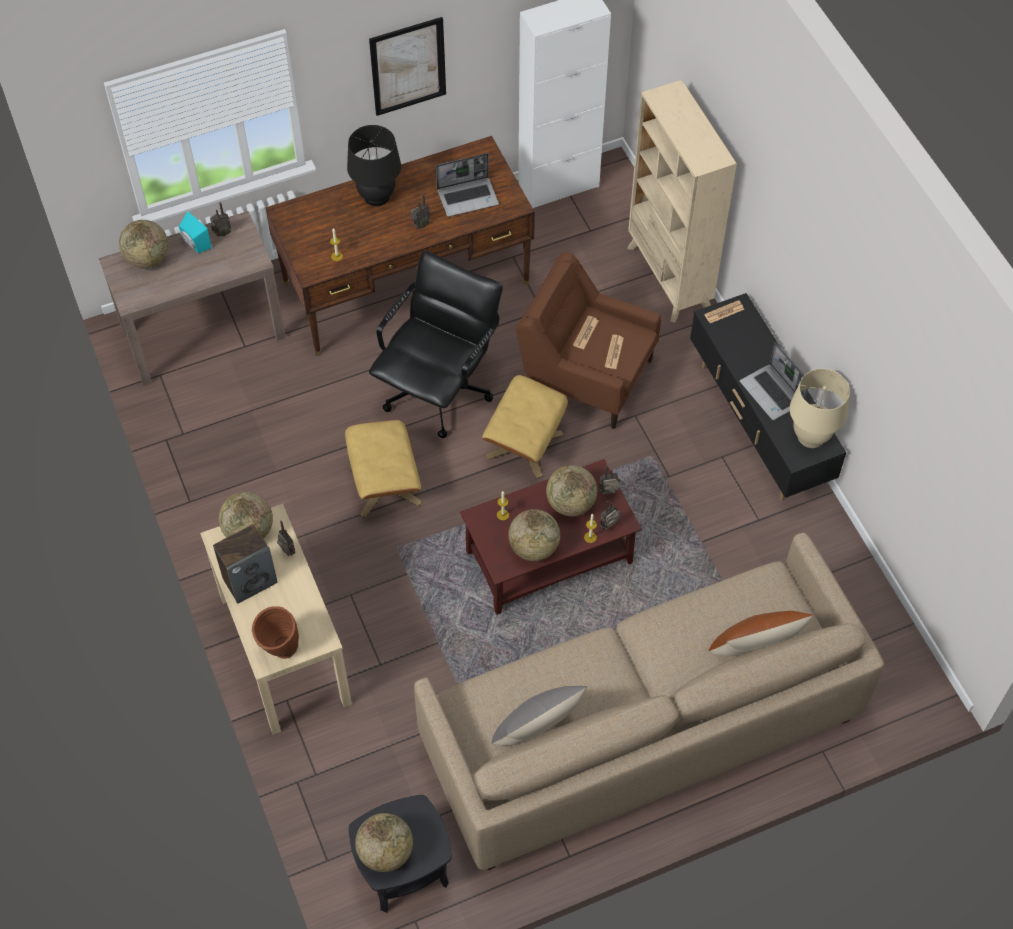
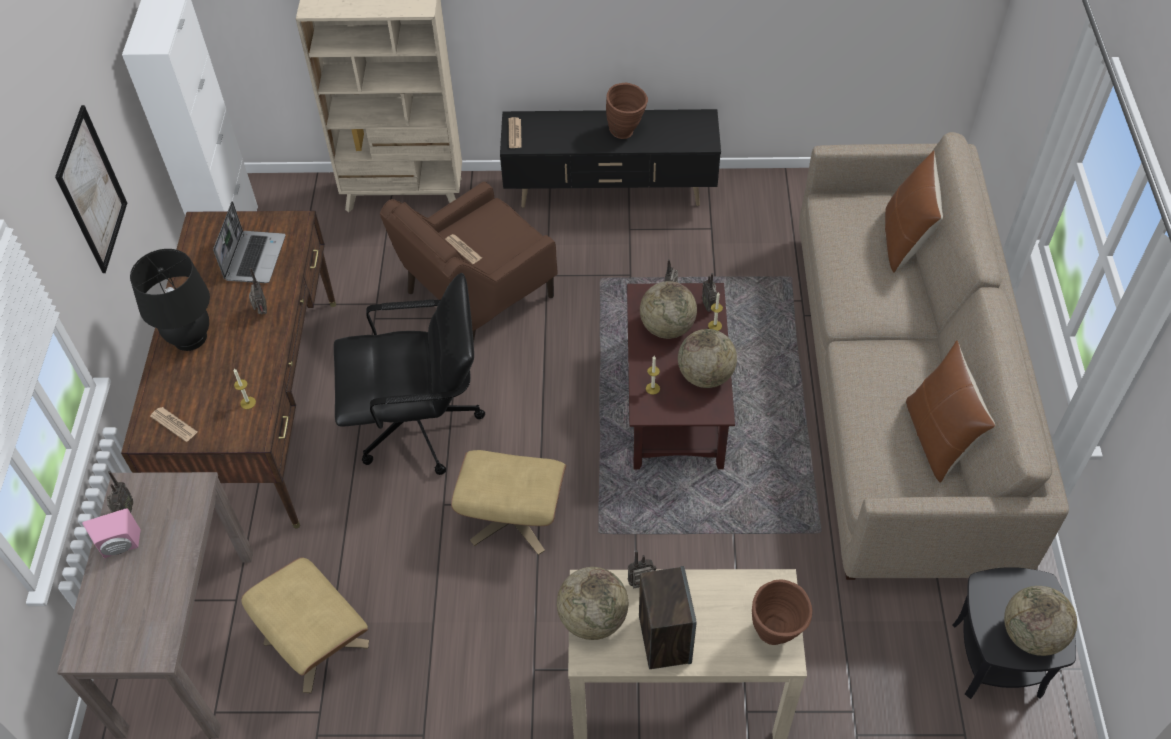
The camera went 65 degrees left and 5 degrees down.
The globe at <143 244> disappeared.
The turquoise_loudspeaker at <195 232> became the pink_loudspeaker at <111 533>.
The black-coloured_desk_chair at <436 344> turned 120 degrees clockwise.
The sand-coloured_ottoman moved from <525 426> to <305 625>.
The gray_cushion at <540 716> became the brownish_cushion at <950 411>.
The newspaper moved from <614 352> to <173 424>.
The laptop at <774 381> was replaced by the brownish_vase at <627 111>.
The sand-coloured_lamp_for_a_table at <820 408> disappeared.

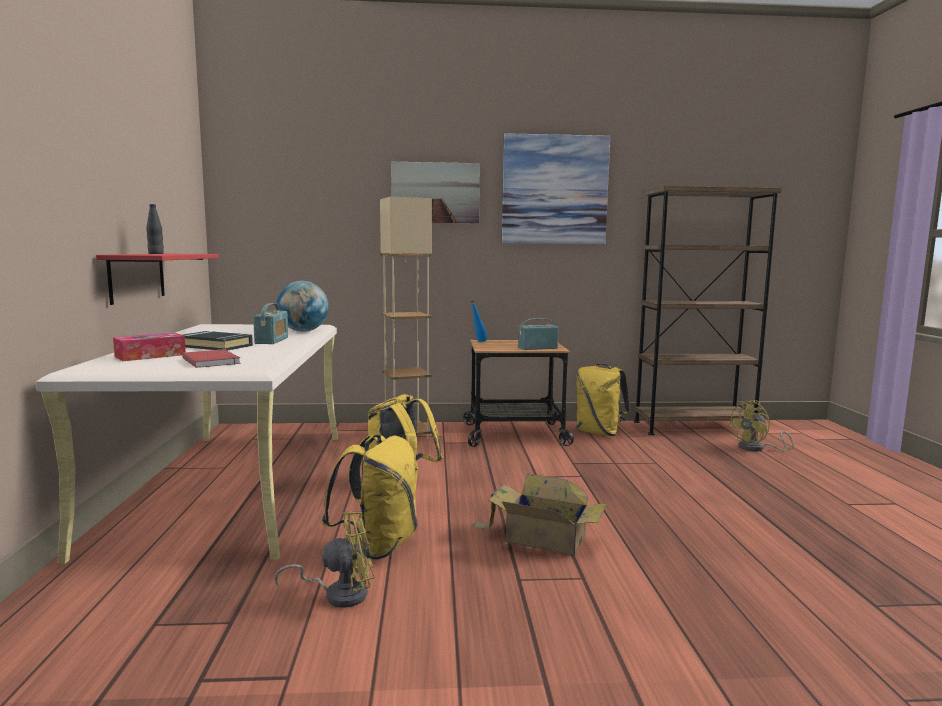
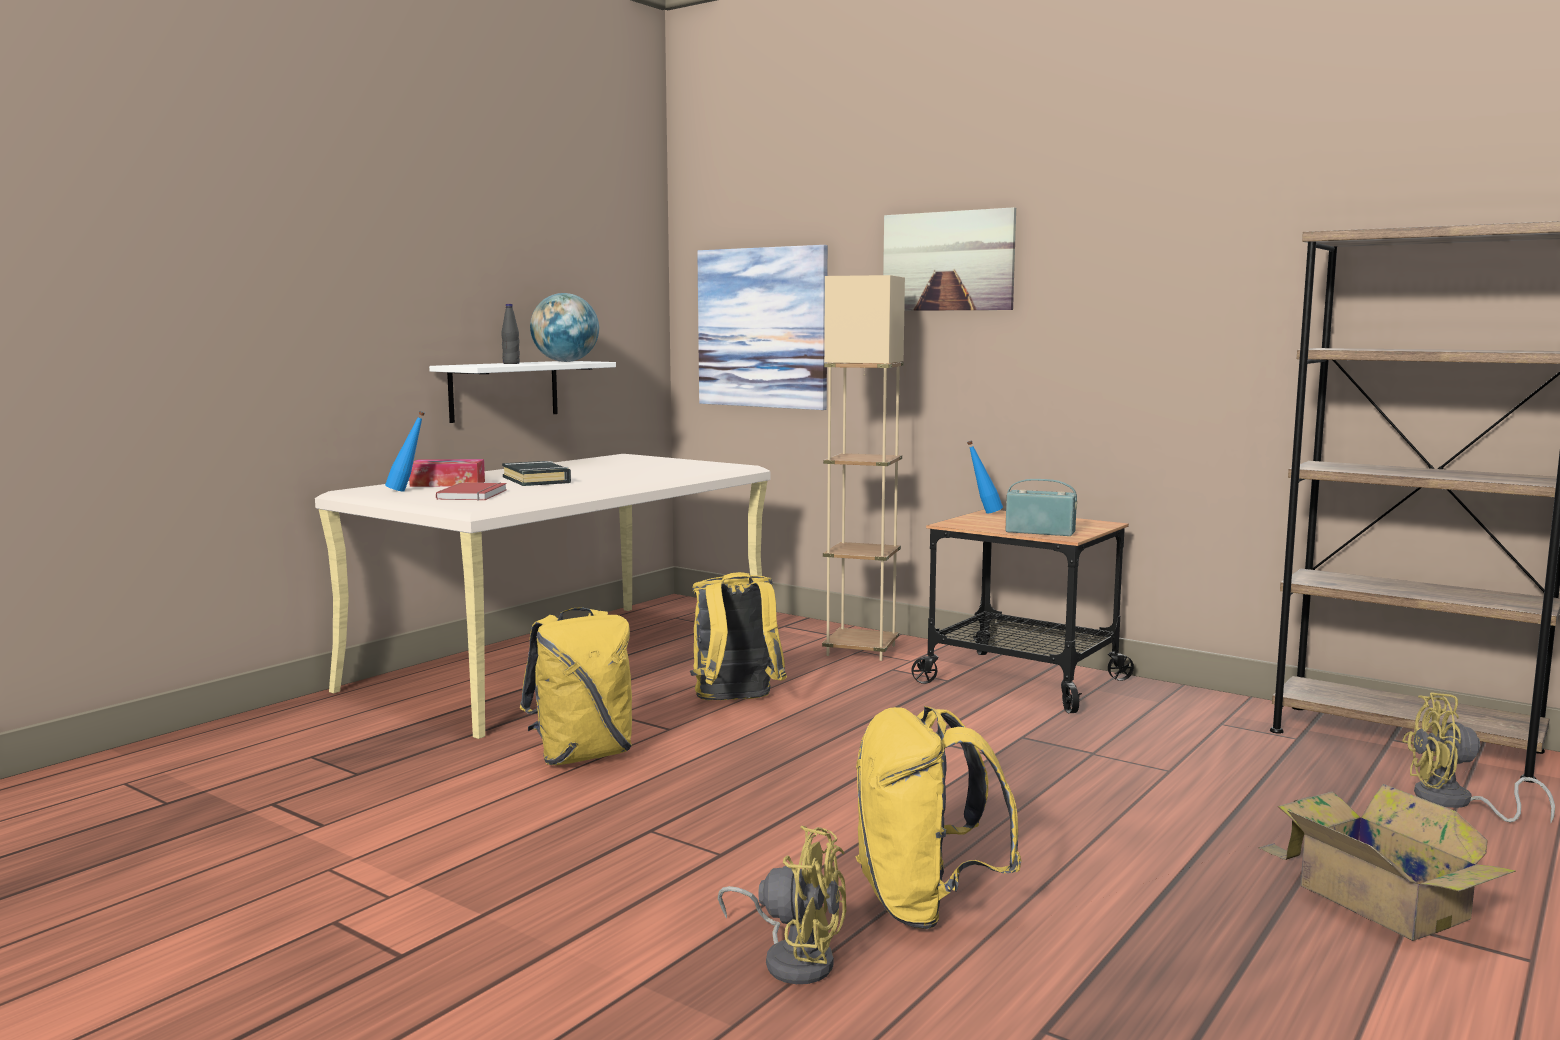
The camera went 40 degrees right and 0 degrees up.
The red_bracket_shelf at <157 279> became the white_bracket_shelf at <522 392>.
The radio_receiver at <270 323> disappeared.
The yellowish_electric_fan moved from <325 559> to <782 905>.
The globe moved from <302 306> to <564 327>.
The packing_box moved from <539 514> to <1387 862>.
The wall_art moved from <556 188> to <762 327>.
The yellowish_rucksack moved from <603 399> to <938 817>.
The blue-coloured_drink_bottle at <405 451> appeared.

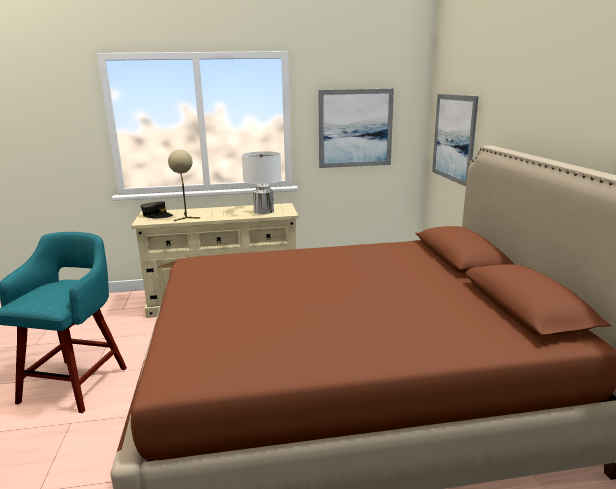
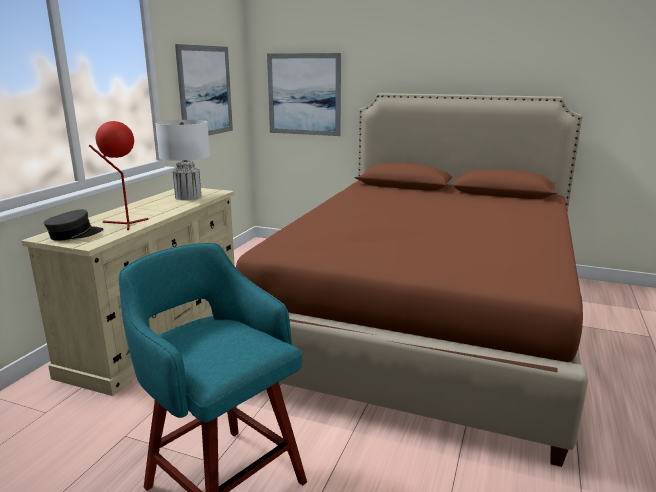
The camera went 60 degrees left and 0 degrees up.
The sand-coloured_lamp_for_a_table at <184 185> became the red_lamp_for_a_table at <118 175>.

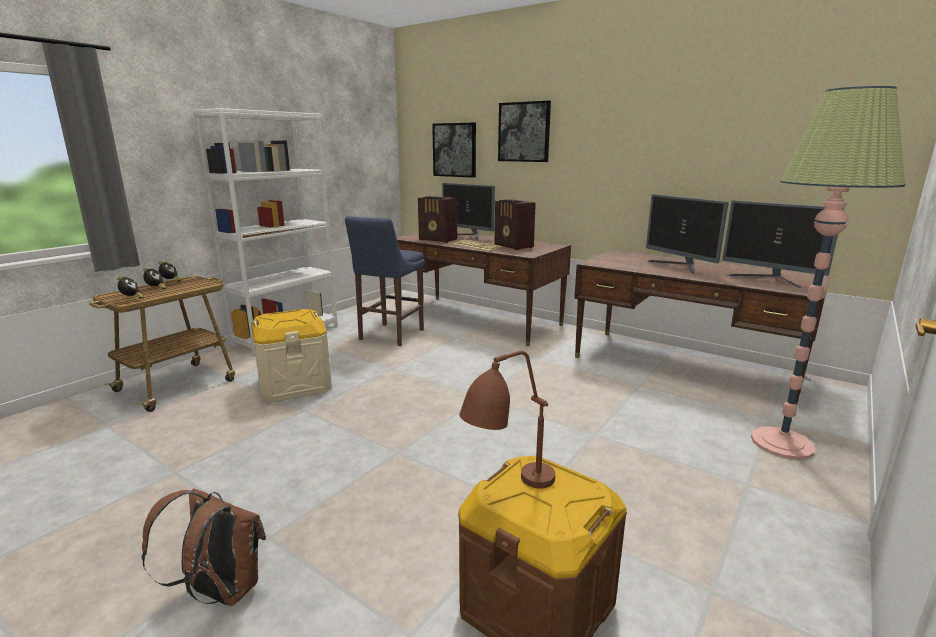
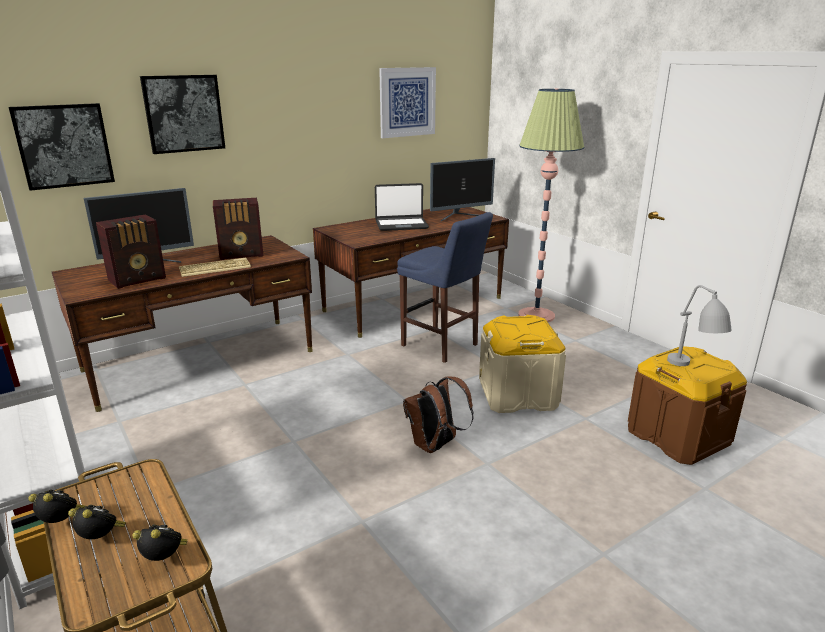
The camera went 70 degrees left and 5 degrees up.
The brownish_rucksack moved from <203 547> to <438 414>.
The sand-coloured_storage_box moved from <291 356> to <522 364>.
The blue-coloured_stool_seat moved from <385 281> to <445 287>.
The brownish_lamp_for_a_table at <507 420> became the gray_lamp_for_a_table at <699 325>.
The computer_screen at <687 234> was replaced by the laptop at <402 207>.
The wall_art at <407 102> appeared.

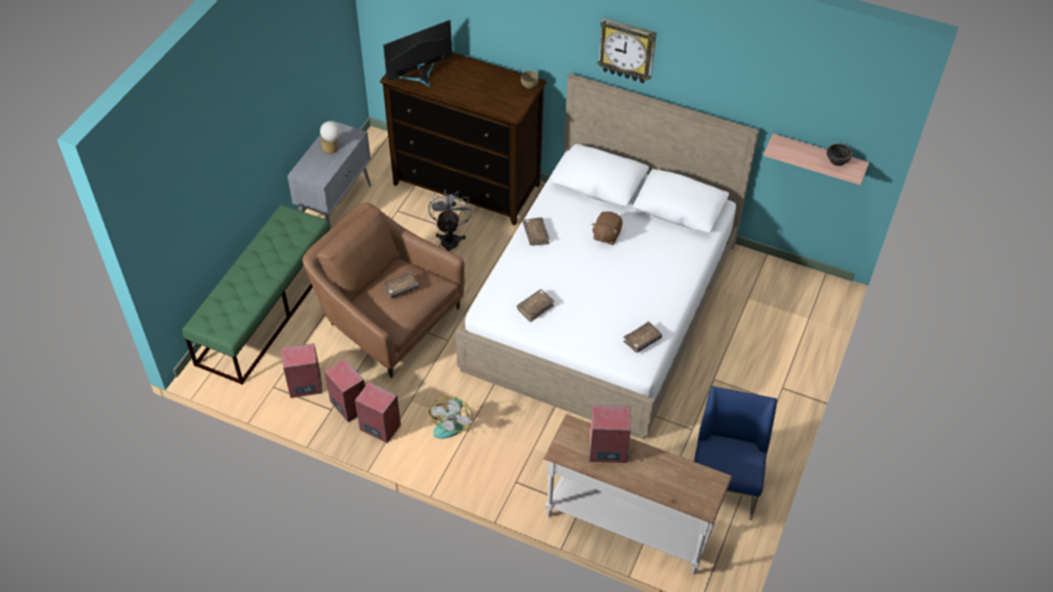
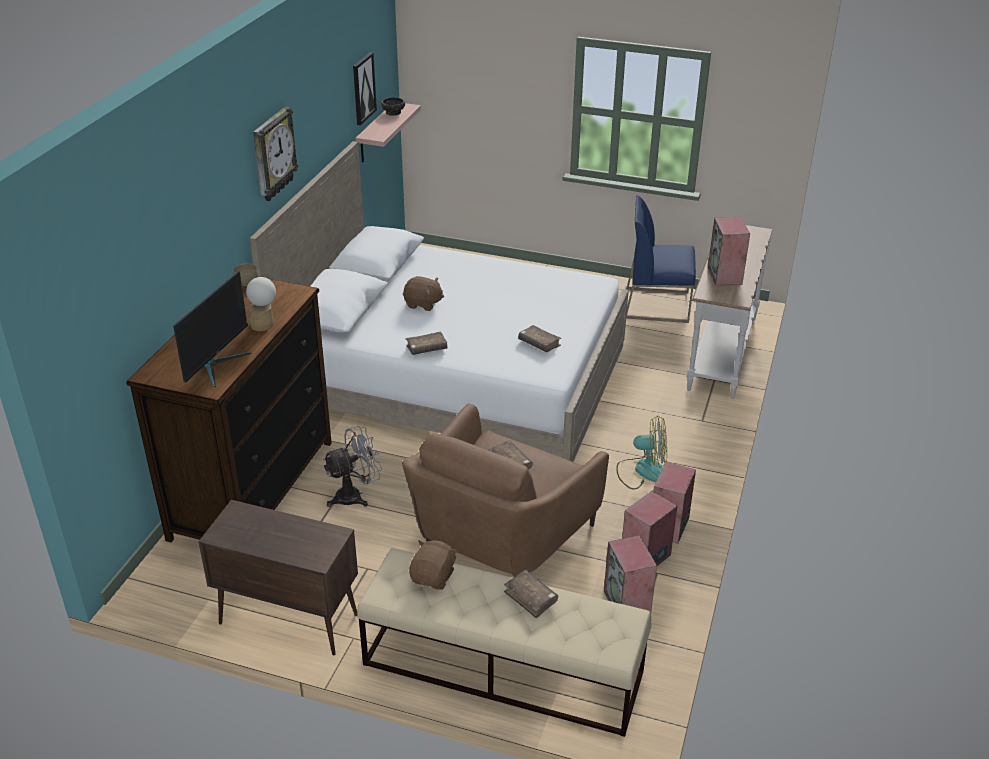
The camera went 95 degrees left and 15 degrees down.
The green_long_seat at <256 294> became the sand-coloured_long_seat at <504 642>.
The gray_cupboard at <329 175> became the brownish_cupboard at <278 577>.
The lamp_for_a_table moved from <330 137> to <261 304>.
The computer_screen at <417 53> turned 120 degrees counterclockwise.
The gray_electric_fan at <450 220> turned 150 degrees clockwise.
The brownish_bound_book moved from <642 337> to <531 594>.
The wall_art at <365 88> appeared.
The brownish_cuddly_toy at <433 565> appeared.

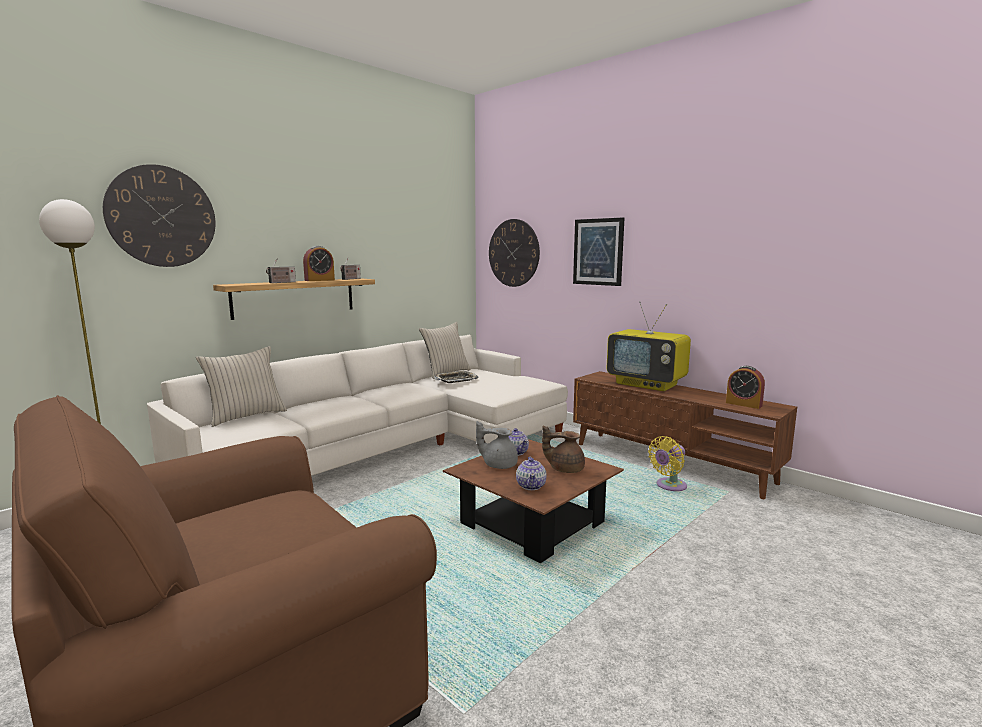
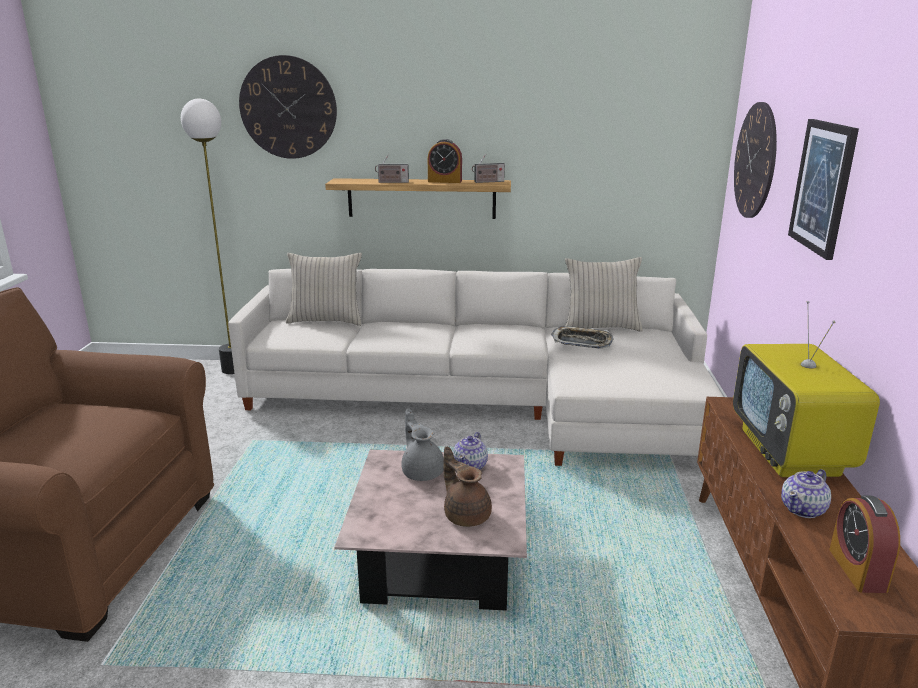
The camera went 50 degrees right and 10 degrees up.
The brownish_low_table at <533 501> became the pink_low_table at <430 530>.
The pot_for_tea moved from <531 473> to <806 493>.
The yellowish_electric_fan at <667 463> disappeared.

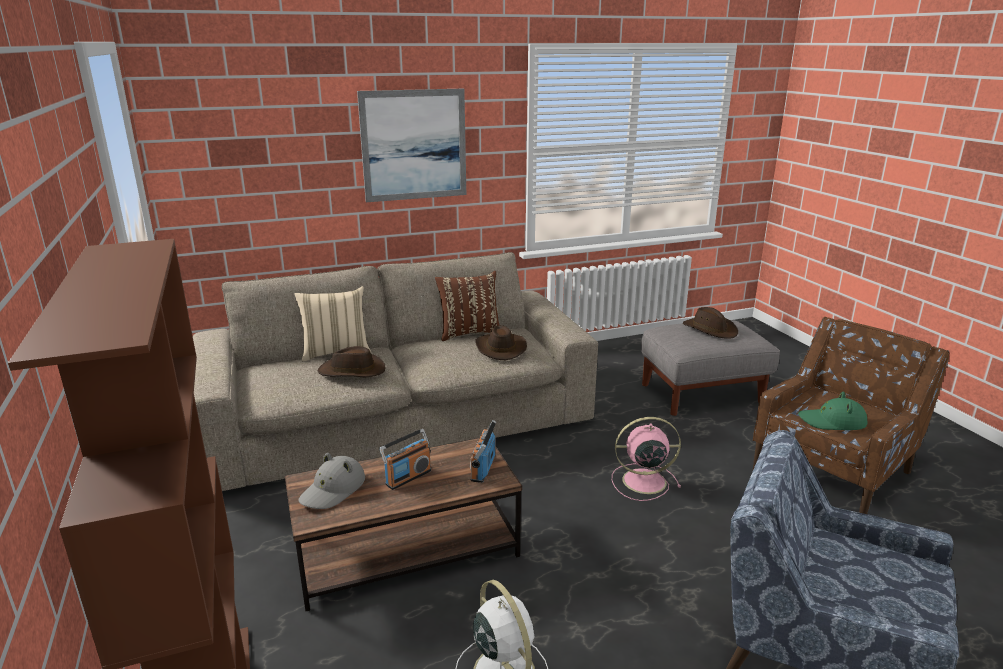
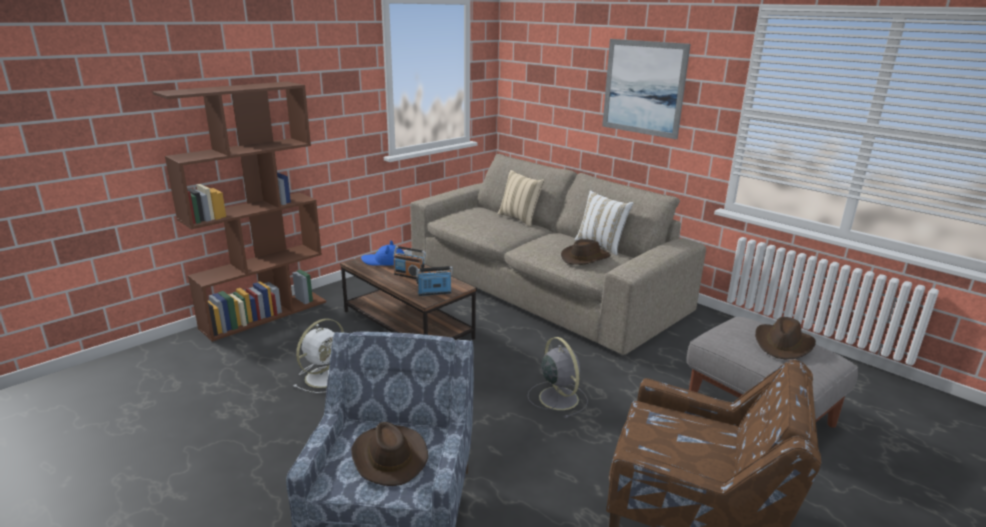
The camera went 65 degrees right and 0 degrees up.
The gray_hat at <332 481> became the blue-coloured_hat at <383 253>.
The brownish_hat moved from <351 361> to <389 454>.
The brownish_cushion at <467 306> became the white_cushion at <604 222>.
The pink_electric_fan at <646 459> became the gray_electric_fan at <558 377>.
The green_hat at <832 411> disappeared.

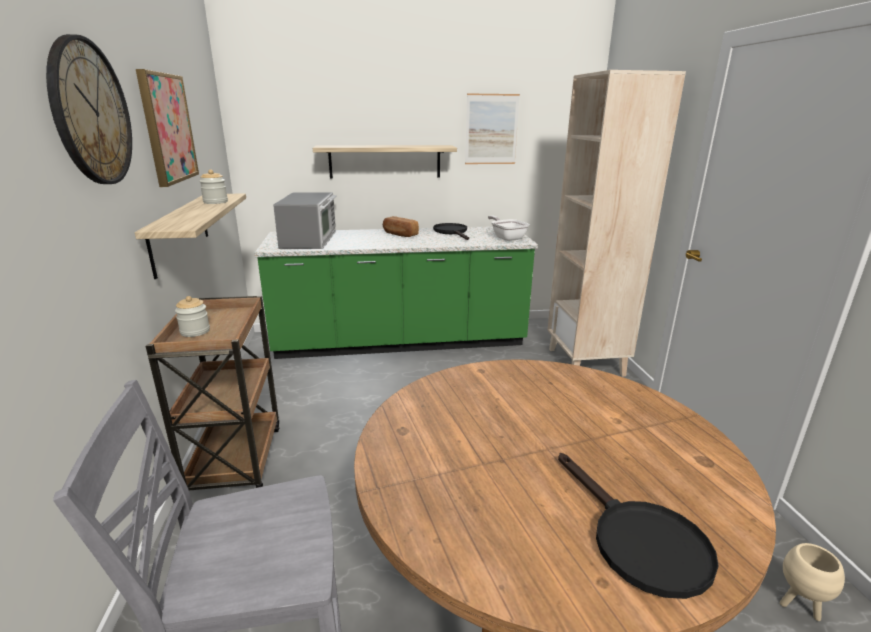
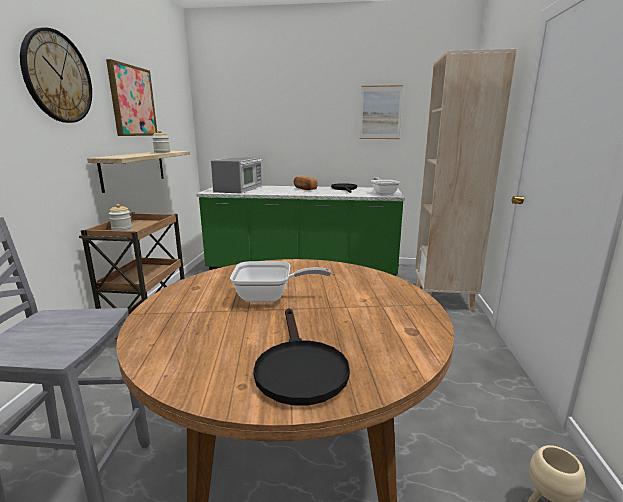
The camera went 15 degrees right and 5 degrees down.
The bracket_shelf at <385 162> disappeared.
The pan at <280 281> appeared.

